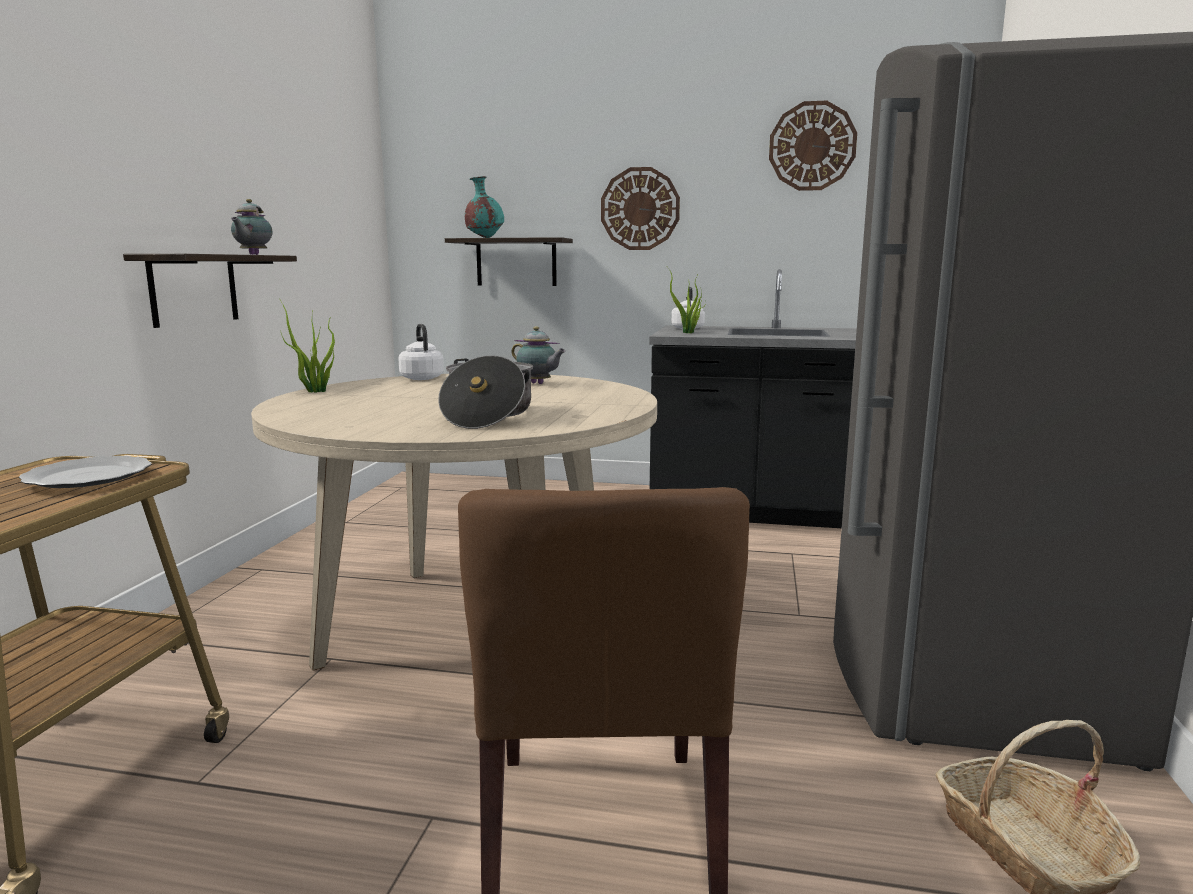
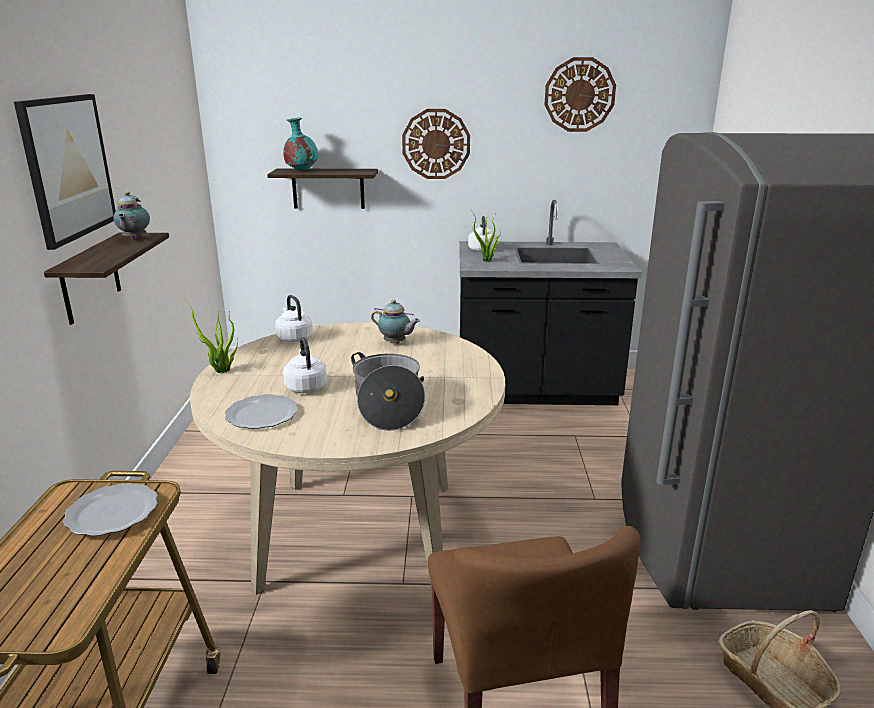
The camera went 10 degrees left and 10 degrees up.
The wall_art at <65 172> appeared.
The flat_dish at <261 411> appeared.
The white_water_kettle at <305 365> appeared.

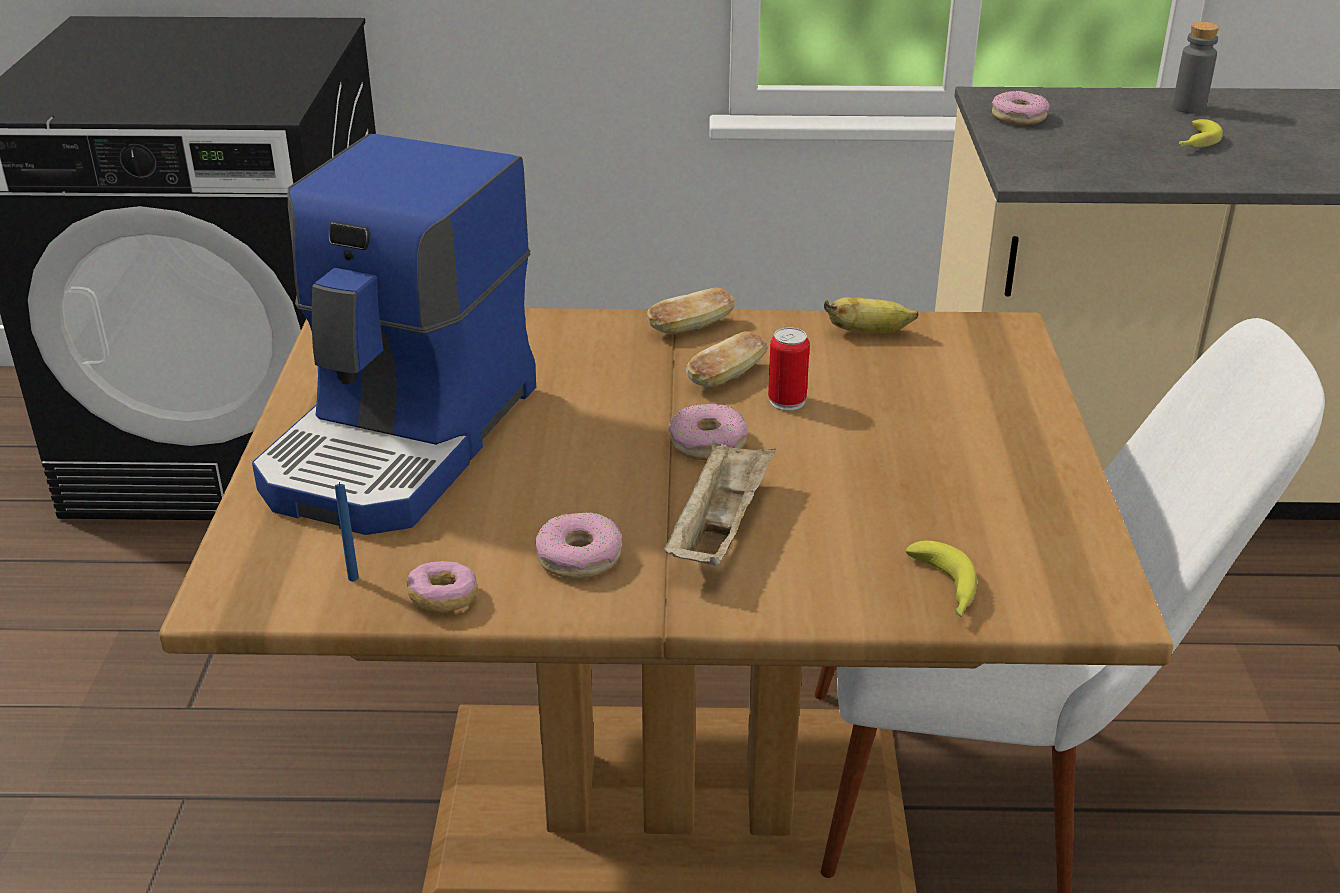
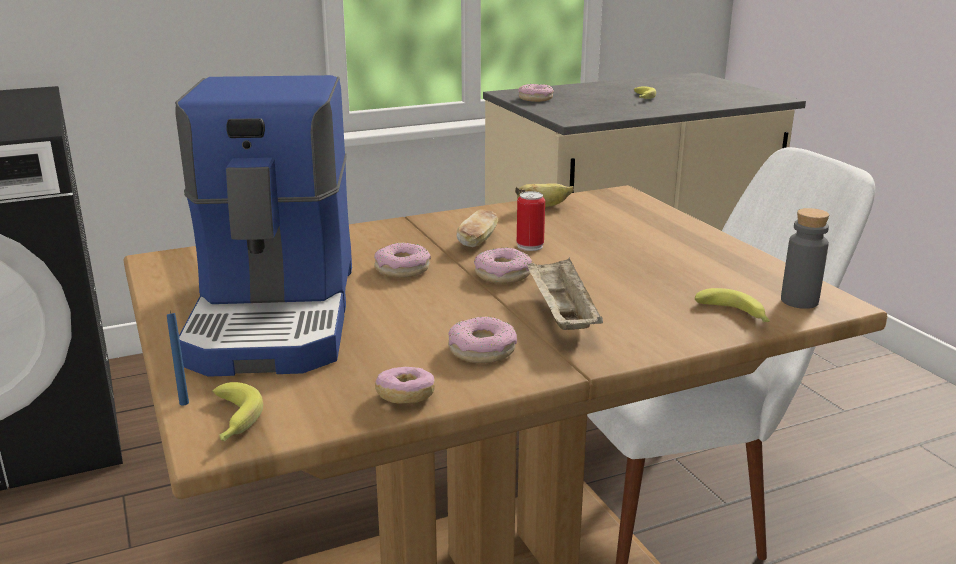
The camera went 25 degrees left and 10 degrees down.
The blue-coloured_candle moved from <347 531> to <178 358>.
The baked_bread at <691 310> disappeared.
The gray_drink_bottle moved from <1195 68> to <805 258>.
The whole_banana at <237 411> appeared.
The donut at <402 260> appeared.

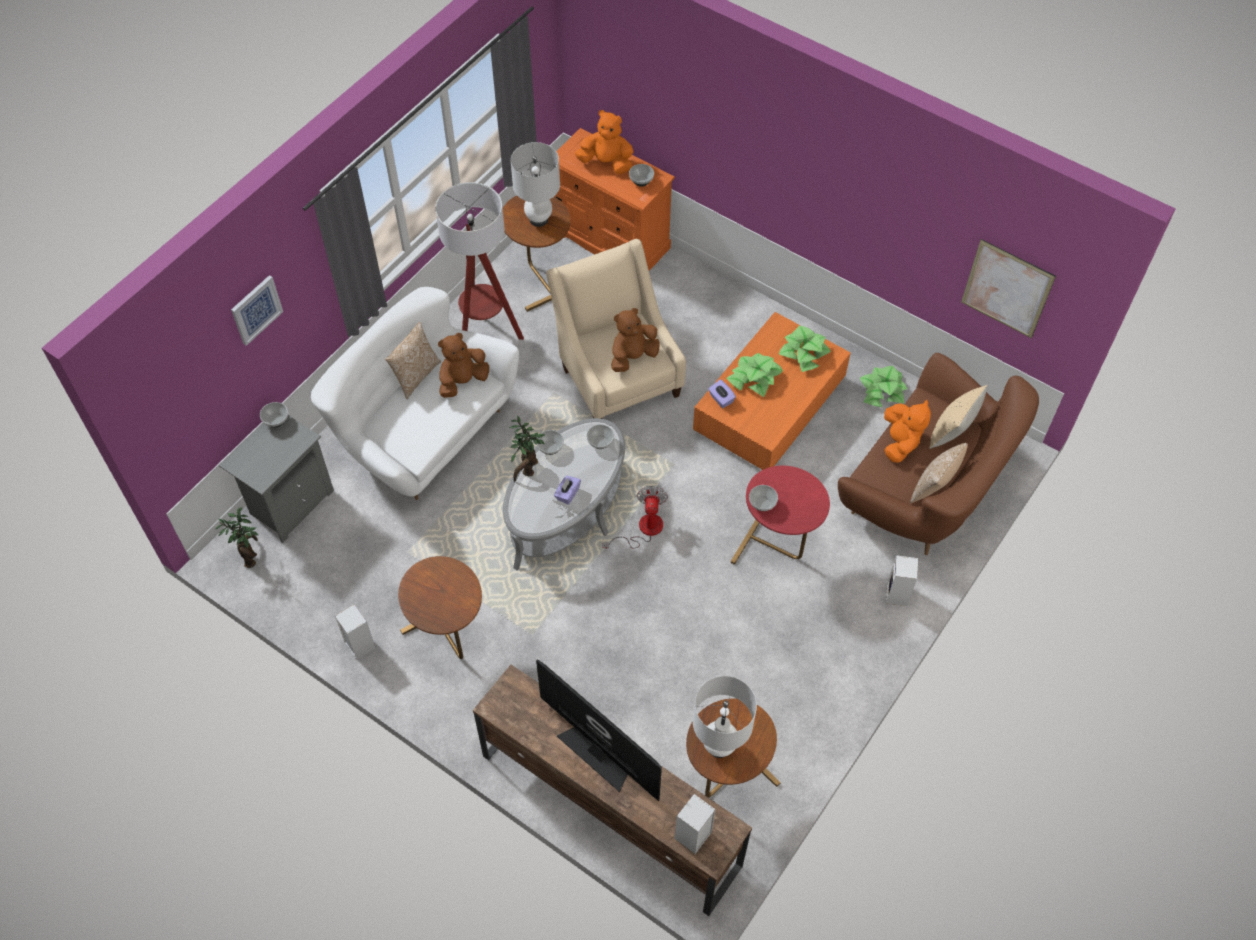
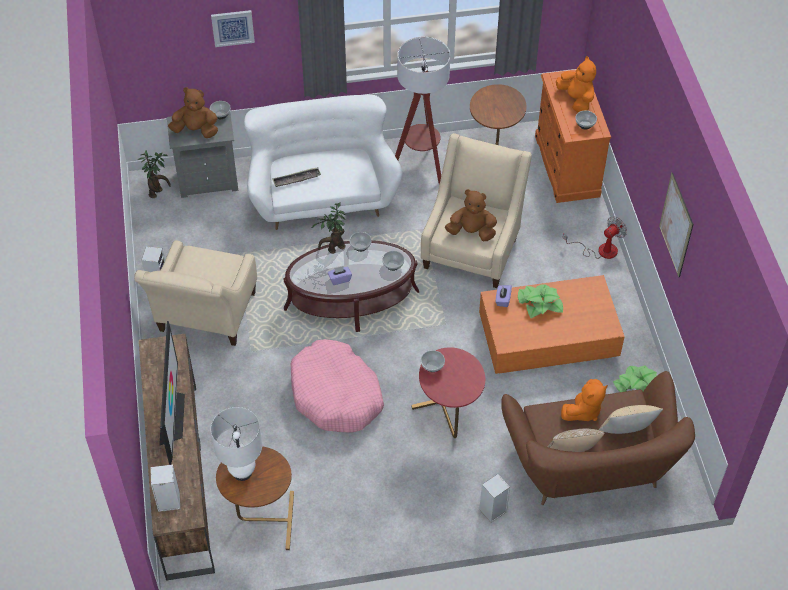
The camera went 45 degrees right and 5 degrees down.
The cushion at <413 360> disappeared.
The brownish_end_table at <440 607> was replaced by the sand-coloured_easy_chair at <195 293>.
The brownish_cuddly_toy moved from <463 365> to <193 112>.
The gray_low_table at <564 494> became the brownish_low_table at <351 286>.
The white_lamp_for_a_table at <535 184> disappeared.
The electric_fan moved from <635 517> to <595 238>.
The potted_plant at <805 349> disappeared.
The wall_art moved from <1008 288> to <676 225>.
The serving_tray at <296 177> appeared.
The pink_dog_cushion at <337 385> appeared.

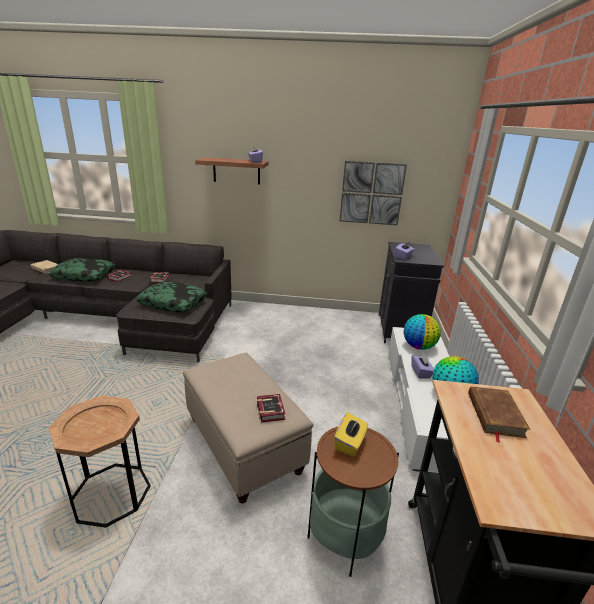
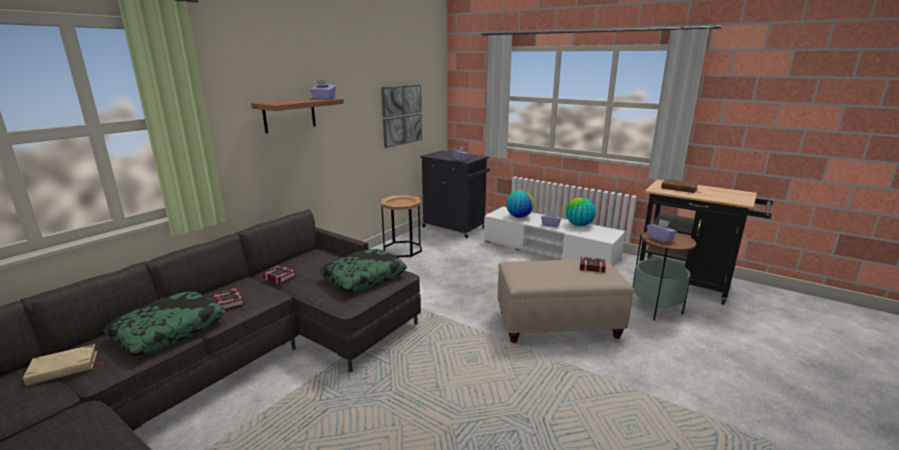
The camera went 60 degrees left and 5 degrees down.
The brownish_end_table moved from <100 462> to <401 226>.
The yellowish_box_of_tissues at <351 435> became the purplish_box_of_tissues at <662 231>.

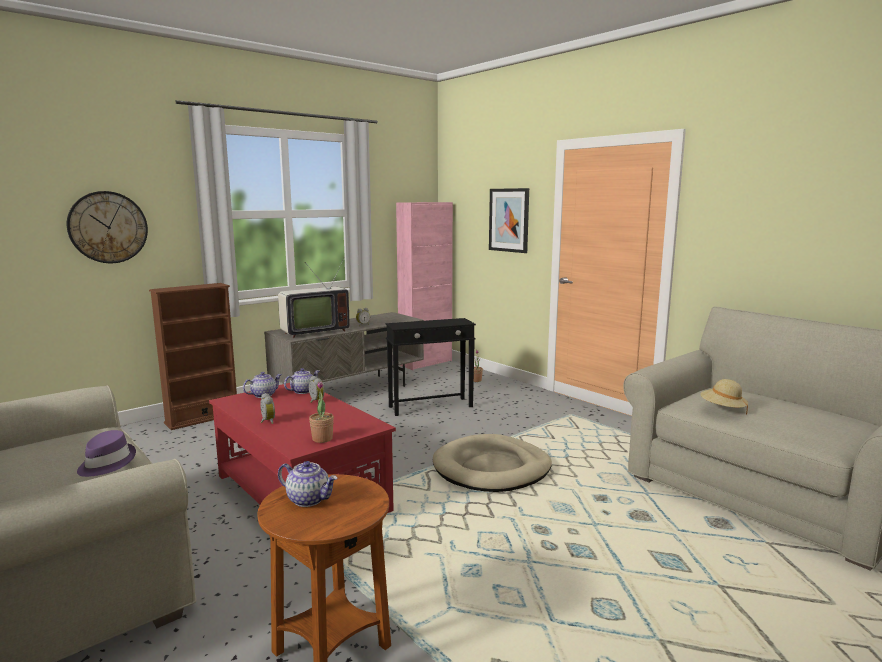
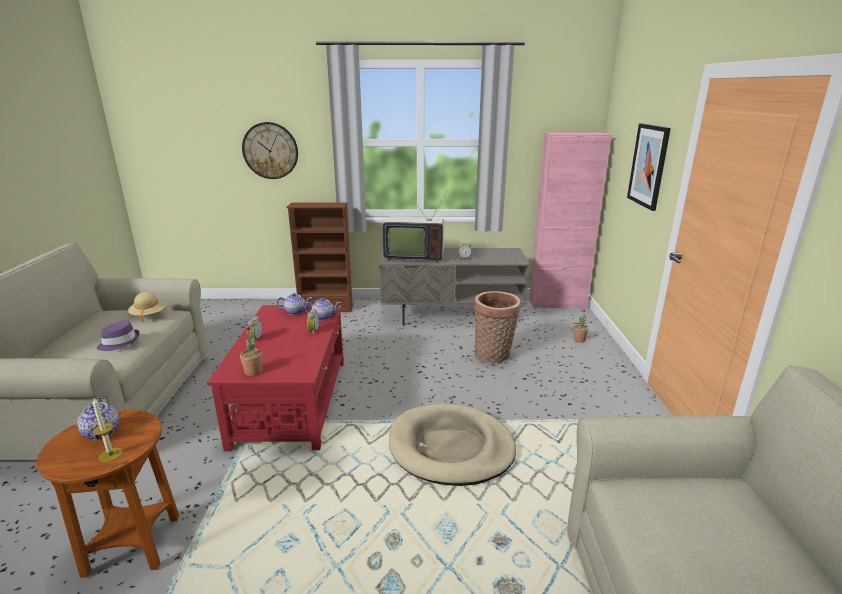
The camera went 40 degrees right and 10 degrees up.
The black-coloured_end_table at <430 367> was replaced by the basket at <497 327>.
The sand-coloured_hat moved from <724 397> to <147 307>.
The candle at <107 430> appeared.

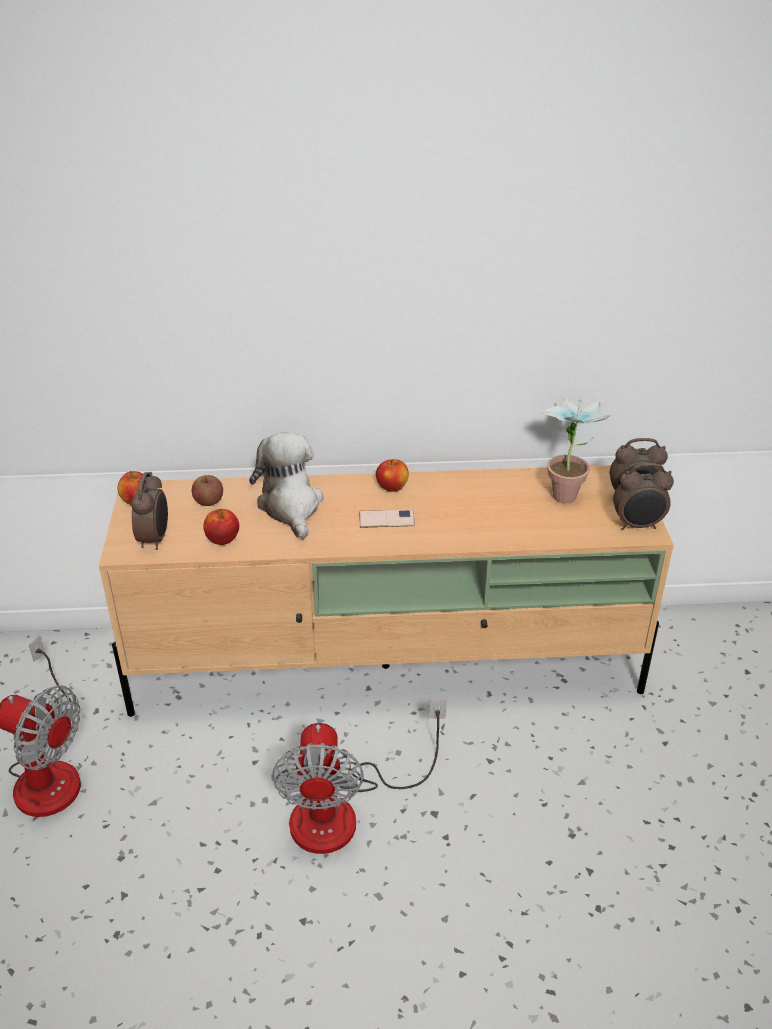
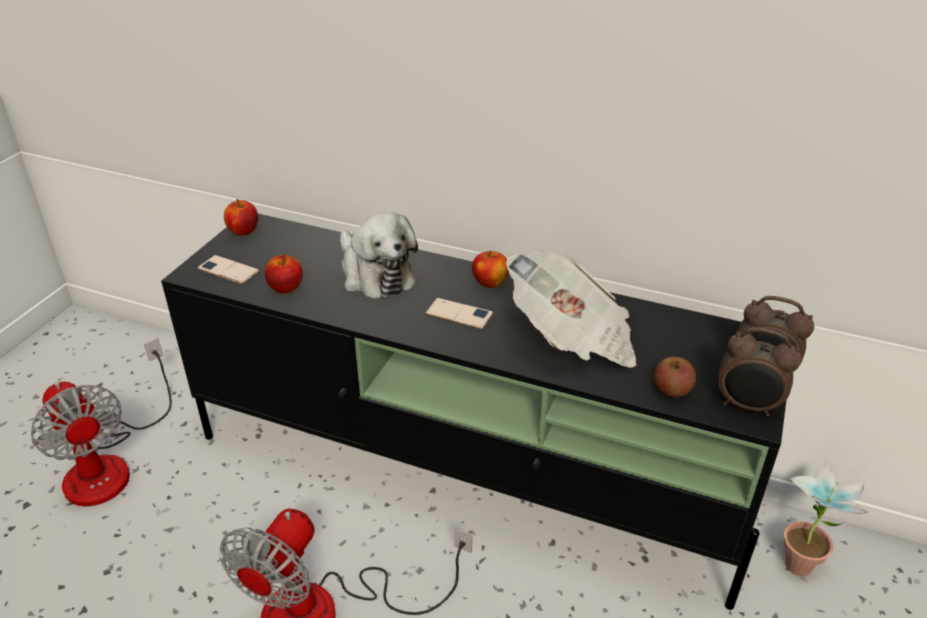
The camera went 25 degrees right and 0 degrees up.
The sand-coloured_media_console at <386 591> became the black-coloured_media_console at <473 412>.
The table_clock at <149 511> was replaced by the handset at <228 269>.
The apple moved from <207 490> to <675 376>.
The cuddly_toy at <286 486> turned 135 degrees clockwise.
The potted_plant moved from <576 450> to <826 520>.
The newspaper at <571 308> appeared.

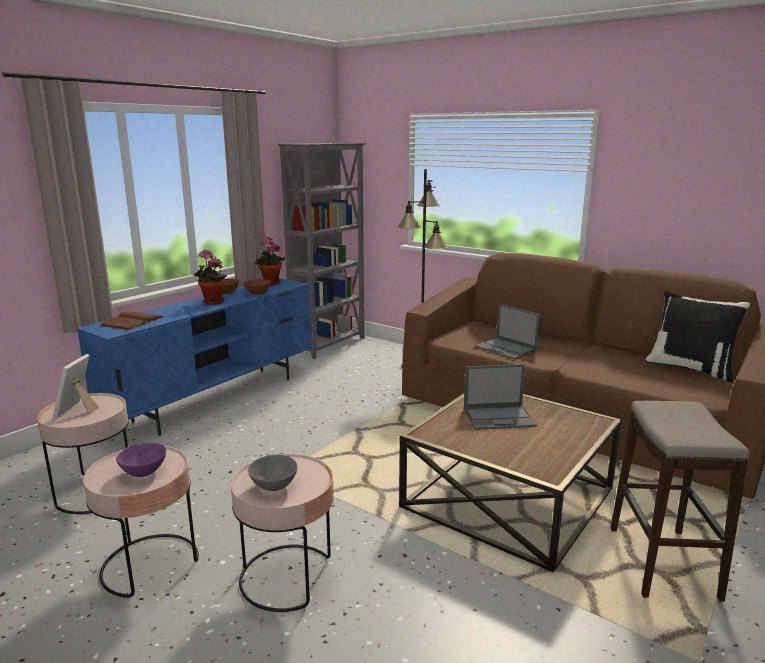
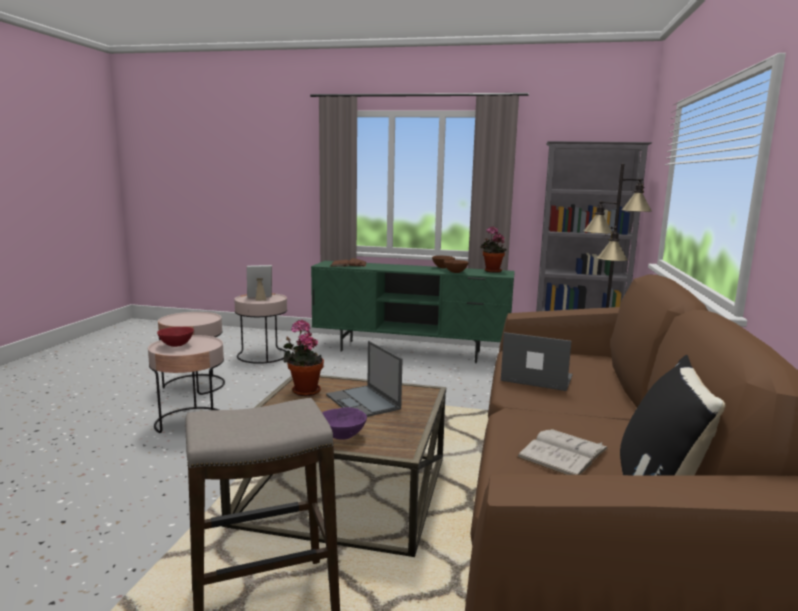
The camera went 65 degrees right and 5 degrees down.
The blue-coloured_media_console at <194 357> became the green_media_console at <413 312>.
The purplish_bowl moved from <141 460> to <344 423>.
The potted_plant moved from <210 276> to <303 358>.
The gray_bowl at <273 473> became the red_bowl at <175 337>.
The laptop at <507 331> turned 90 degrees clockwise.
The white_bound_book at <563 452> appeared.

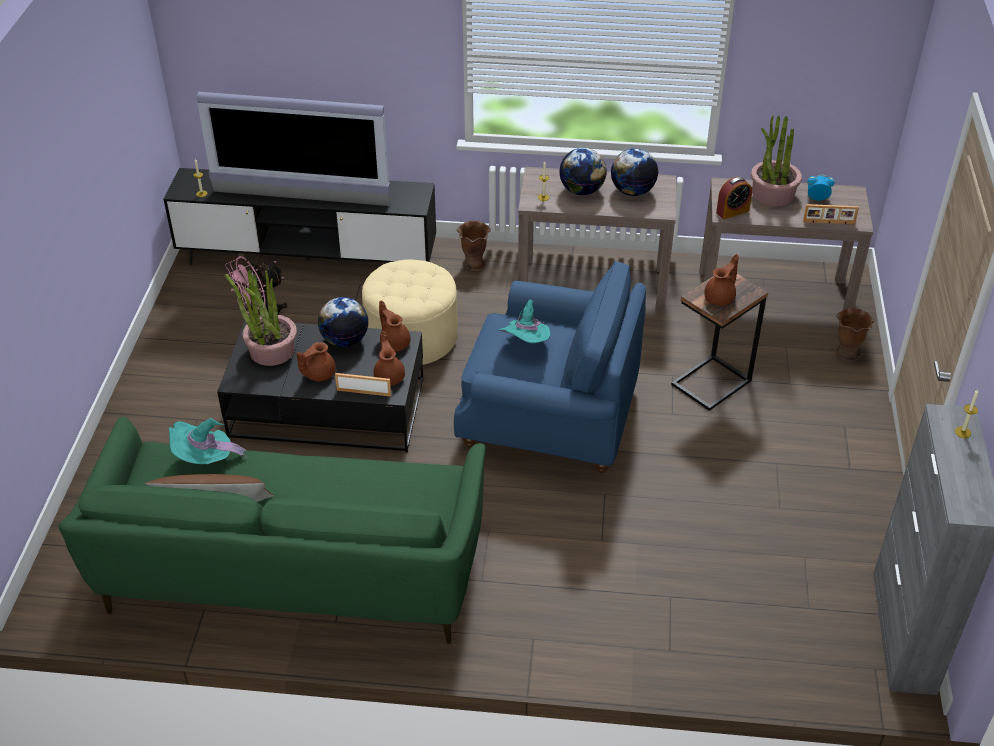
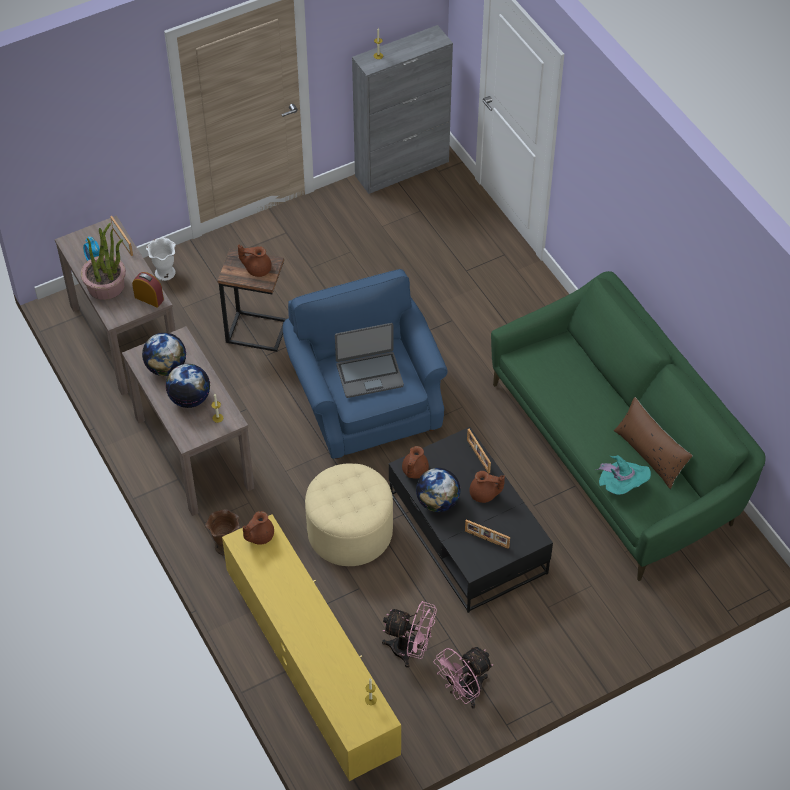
The camera went 125 degrees left and 10 degrees up.
The black-coloured_media_console at <300 216> became the yellowish_media_console at <311 647>.
The television at <293 149> disappeared.
The potted_plant at <261 318> was replaced by the photo_frame at <487 534>.
The brownish_pot_for_tea moved from <389 358> to <258 528>.
The turquoise_hat at <523 321> was replaced by the laptop at <369 360>.
The brownish_vase at <855 335> became the white_vase at <161 259>.
The pink_electric_fan at <463 677> appeared.

